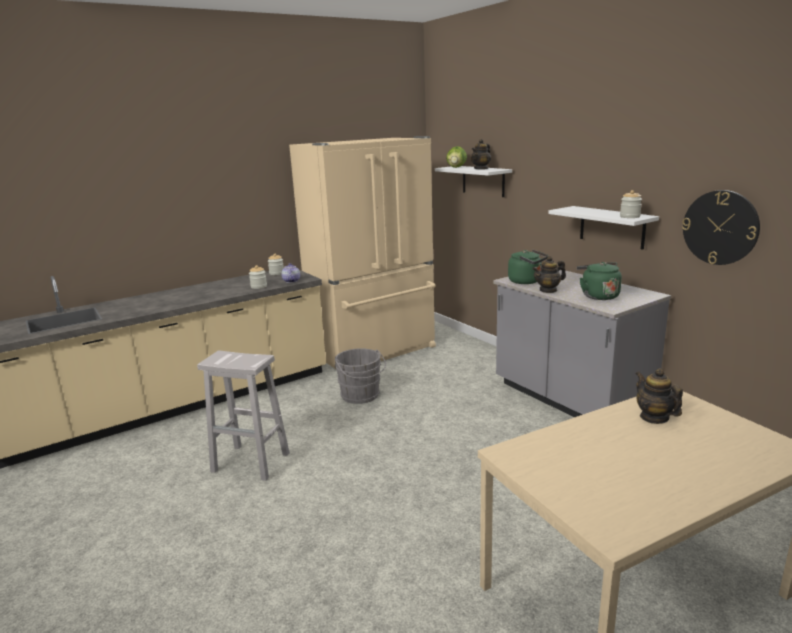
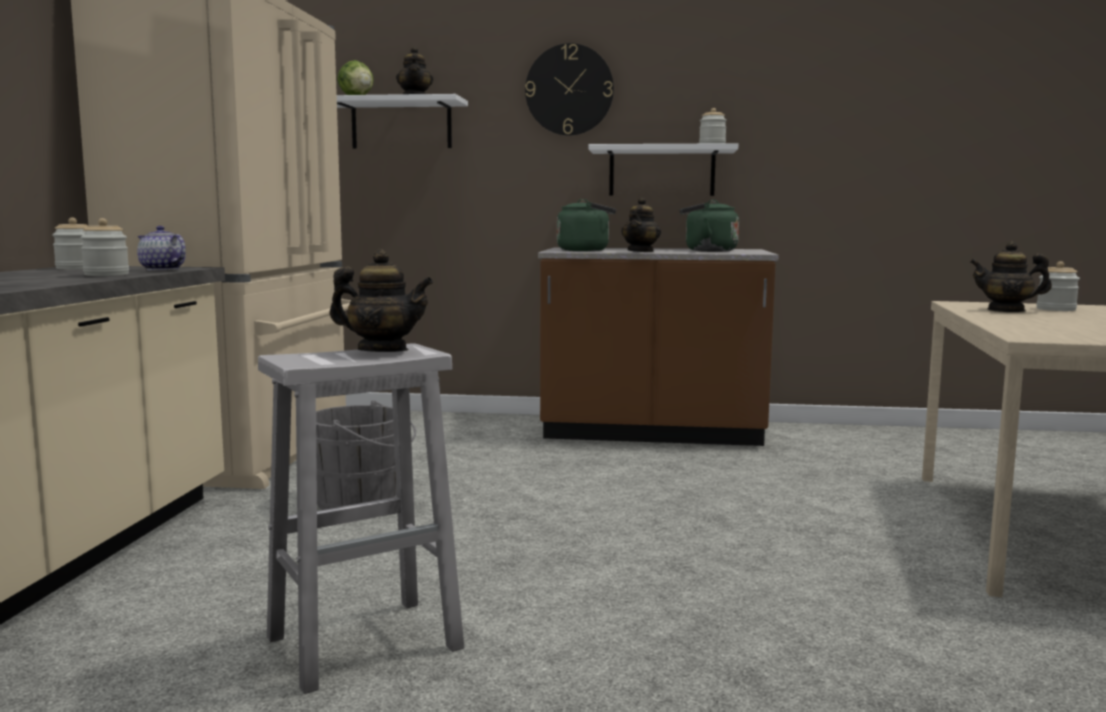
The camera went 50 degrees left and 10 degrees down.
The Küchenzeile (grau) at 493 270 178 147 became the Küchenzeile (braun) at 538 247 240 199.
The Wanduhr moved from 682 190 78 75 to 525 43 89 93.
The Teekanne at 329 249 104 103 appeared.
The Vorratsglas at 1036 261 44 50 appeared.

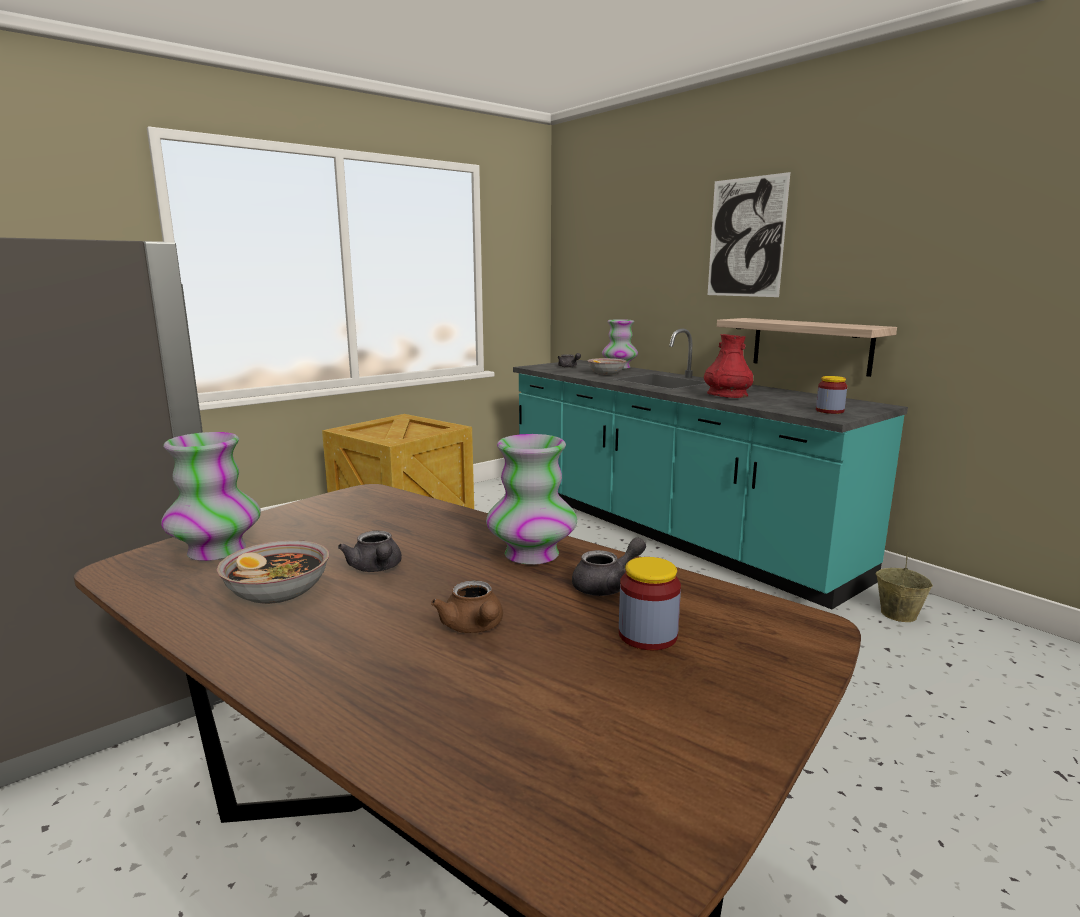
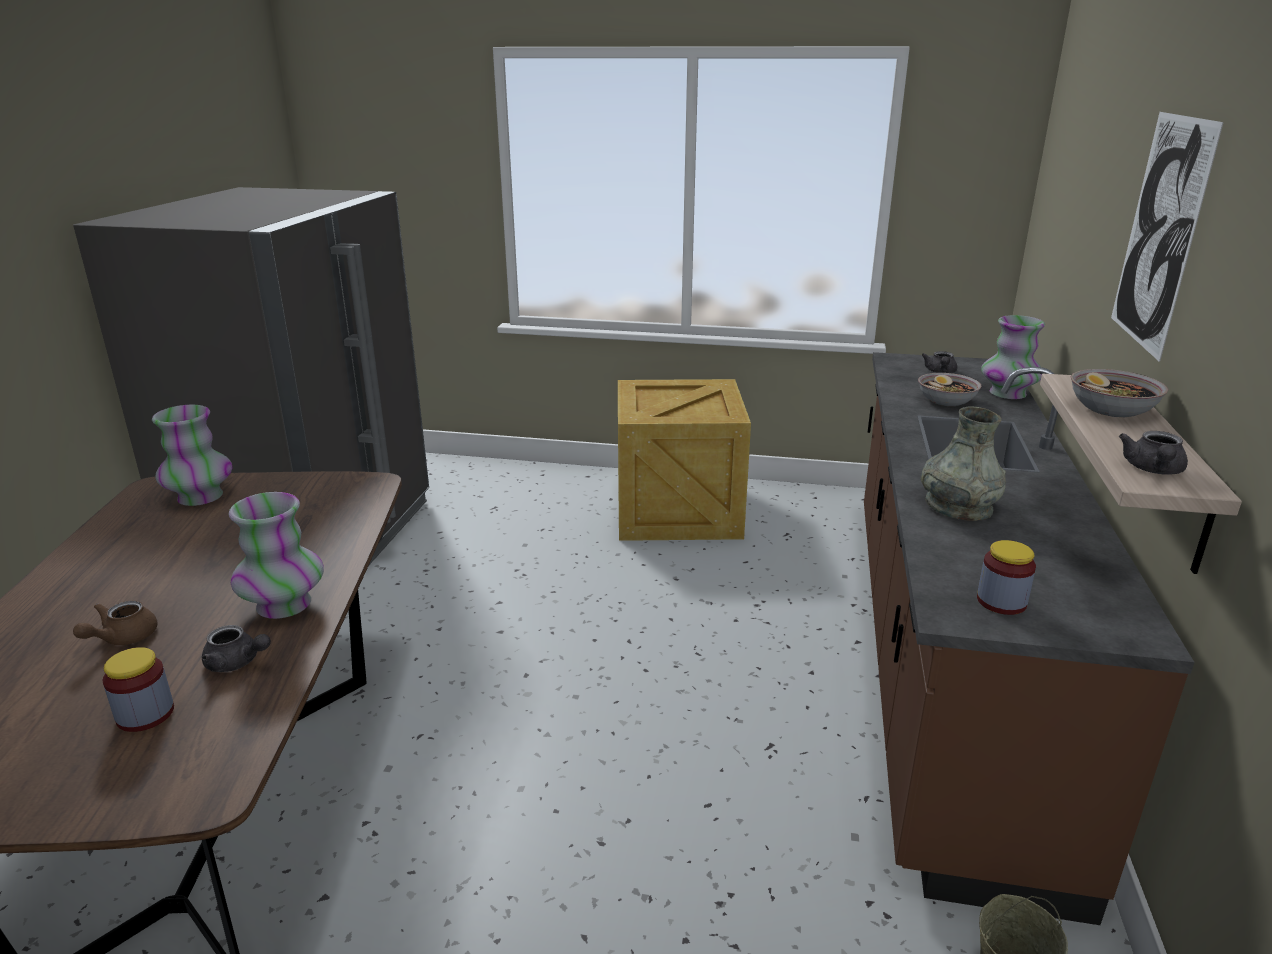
The camera went 50 degrees right and 10 degrees up.
The Schüssel moved from 217 540 112 64 to 1071 369 97 48.
The Teekanne (grau) moved from 338 531 64 41 to 1119 431 69 44.
The Küchenzeile (türkis) at 513 329 395 280 became the Küchenzeile (braun) at 864 352 331 573.
The Vase (rot) at 704 334 49 64 became the Vase (grau) at 921 406 85 115.

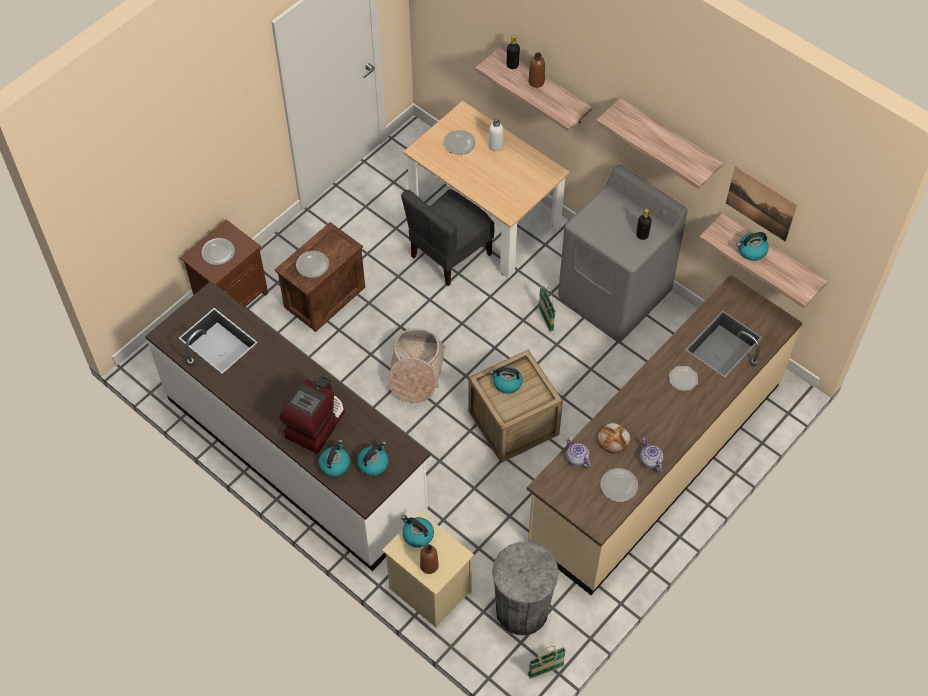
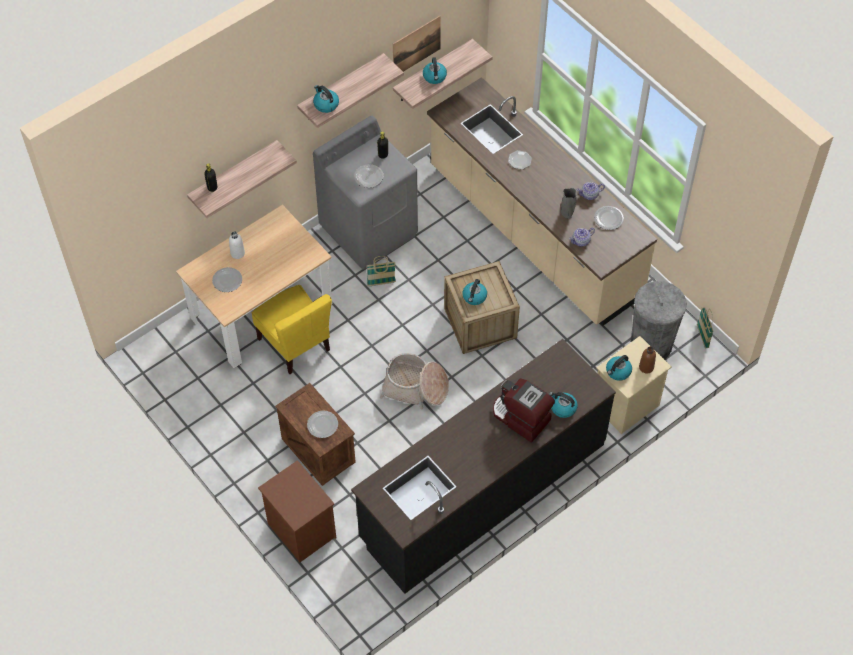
The camera went 80 degrees left and 0 degrees up.
The Küchenzeile (weiß) at 145 281 285 290 became the Küchenzeile (schwarz) at 351 339 265 255.
The Teller moved from 202 238 33 27 to 354 164 30 24.
The Wasserkessel moved from 357 441 32 35 to 313 85 26 28.
The Stuhl (grau) at 401 189 93 97 became the Stuhl (gelb) at 252 285 80 89.
The Flasche (braun) at 528 53 17 35 disappeared.
The Brot at 597 423 34 31 was replaced by the Vase (grau) at 561 188 16 31.

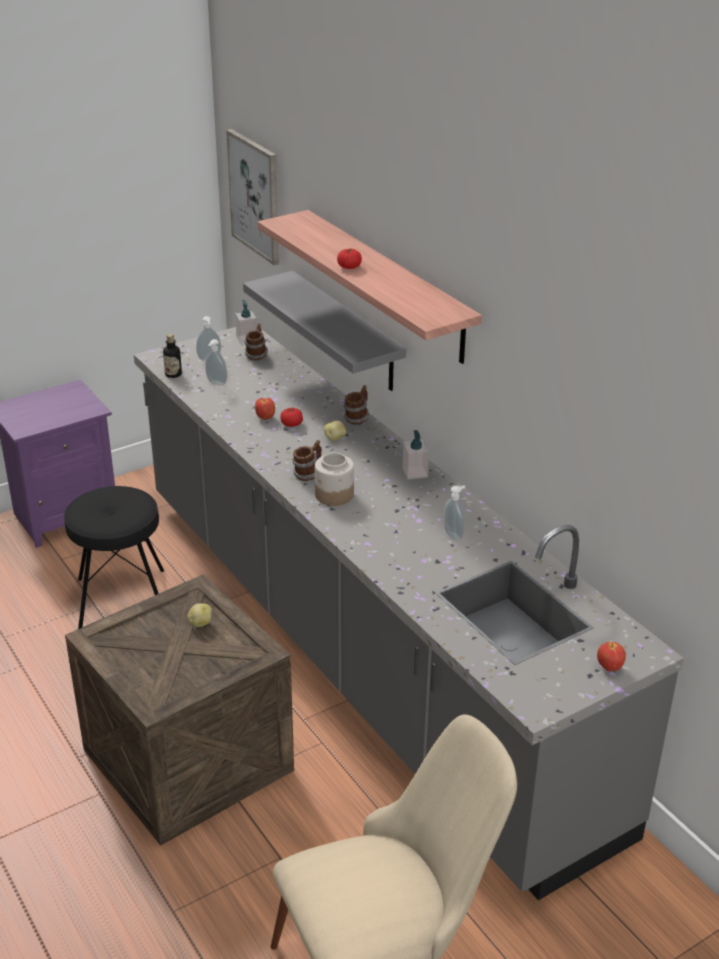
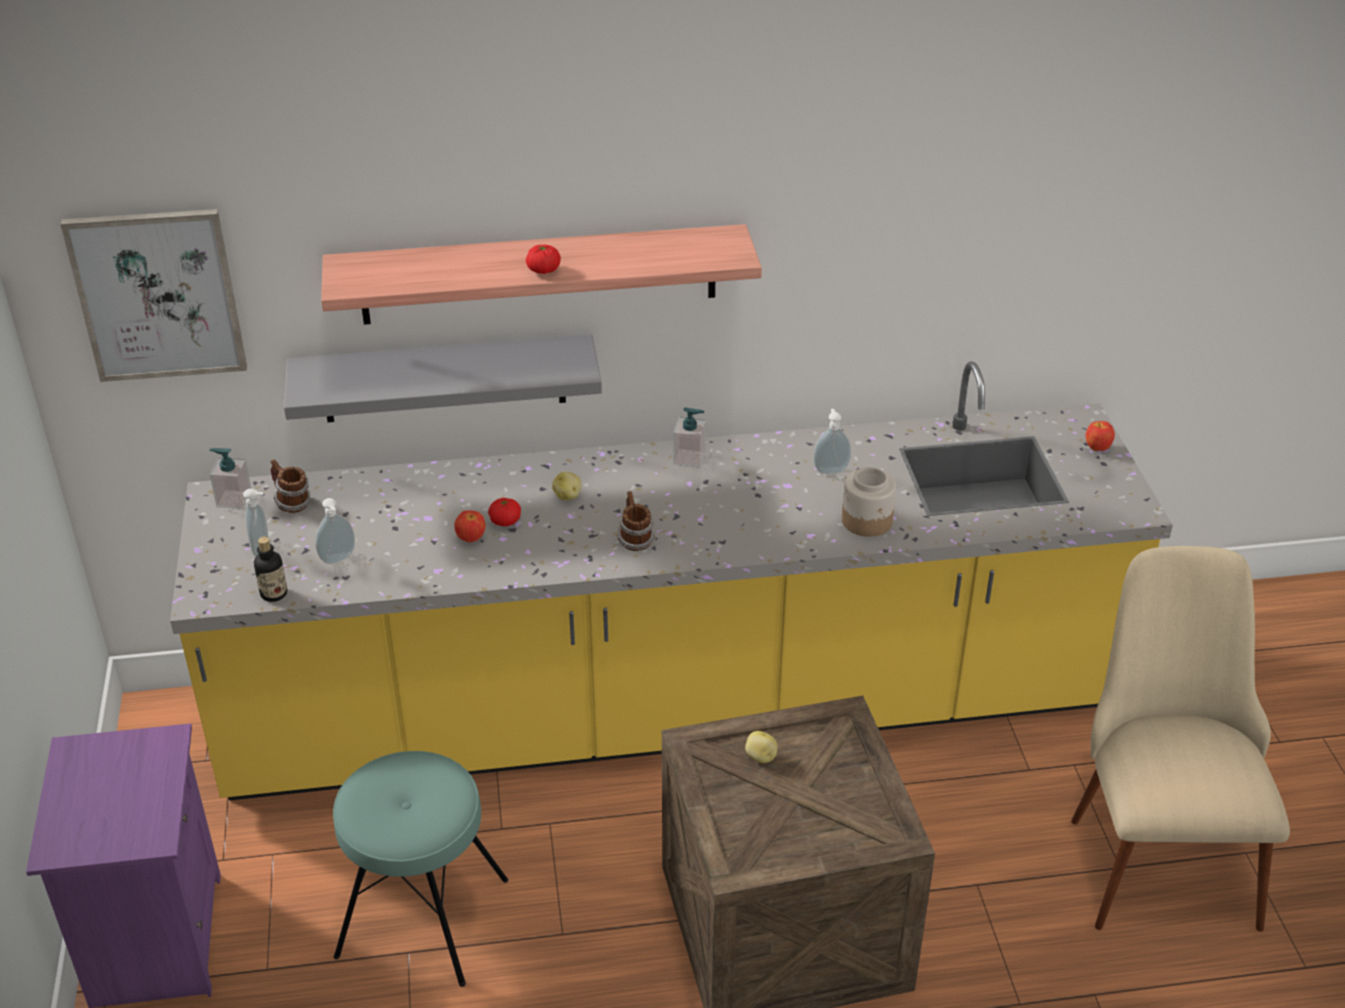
The camera went 65 degrees left and 5 degrees up.
The Hocker (schwarz) at 64 486 100 143 became the Hocker (türkis) at 333 751 175 236.
The Küchenzeile (grau) at 134 327 550 573 became the Küchenzeile (gelb) at 170 361 1003 440.
The Vorratsglas moved from 315 453 39 53 to 842 467 54 70.
The Henkelbecher at 343 385 26 40 disappeared.

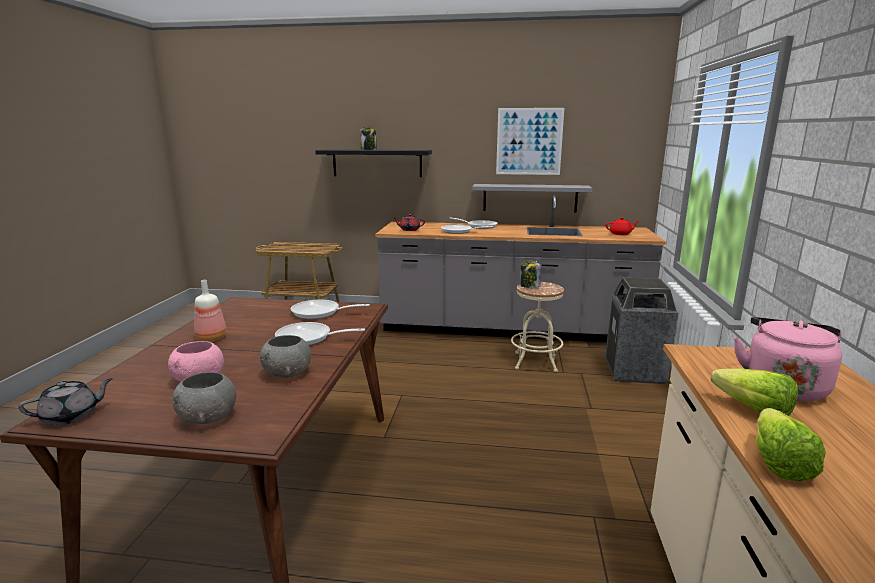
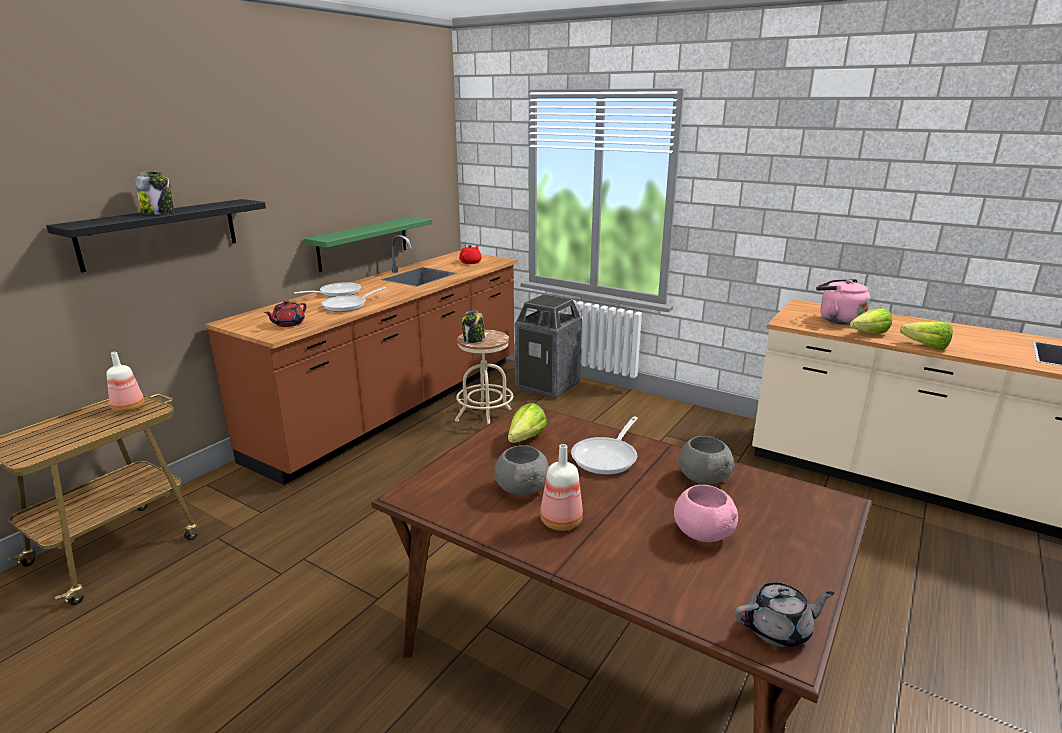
The camera went 65 degrees left and 5 degrees up.
The Teekanne (grau) at 18 378 95 47 turned 90 degrees clockwise.
The Schüssel (grau) moved from 173 372 63 52 to 494 445 55 51.
The Pfanne at 291 300 79 19 was replaced by the Salatkopf at 508 403 39 40.
The Küchenzeile (grau) at 375 195 291 147 became the Küchenzeile (braun) at 205 235 313 250.
The Wandregal (grau) at 472 184 121 29 became the Wandregal (grün) at 304 217 128 55.
The Bild at 496 108 68 67 disappeared.
The Flasche at 106 352 38 61 appeared.

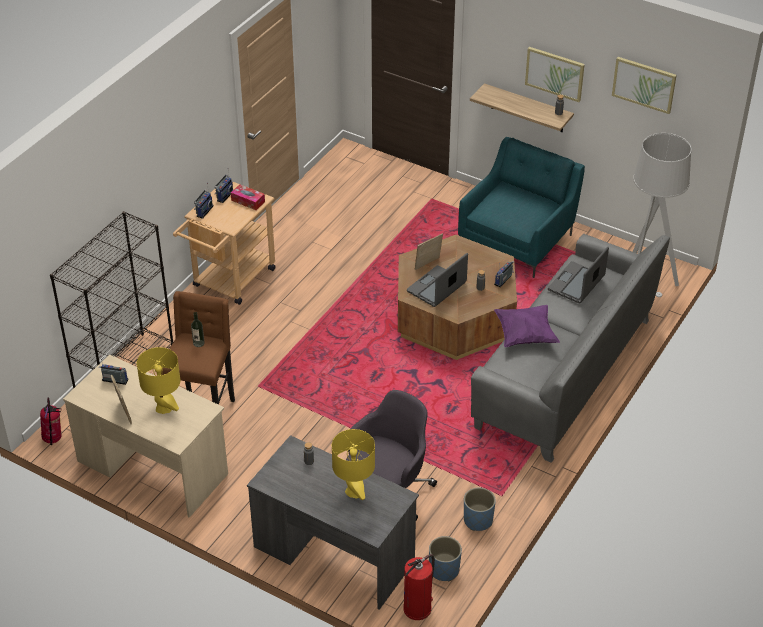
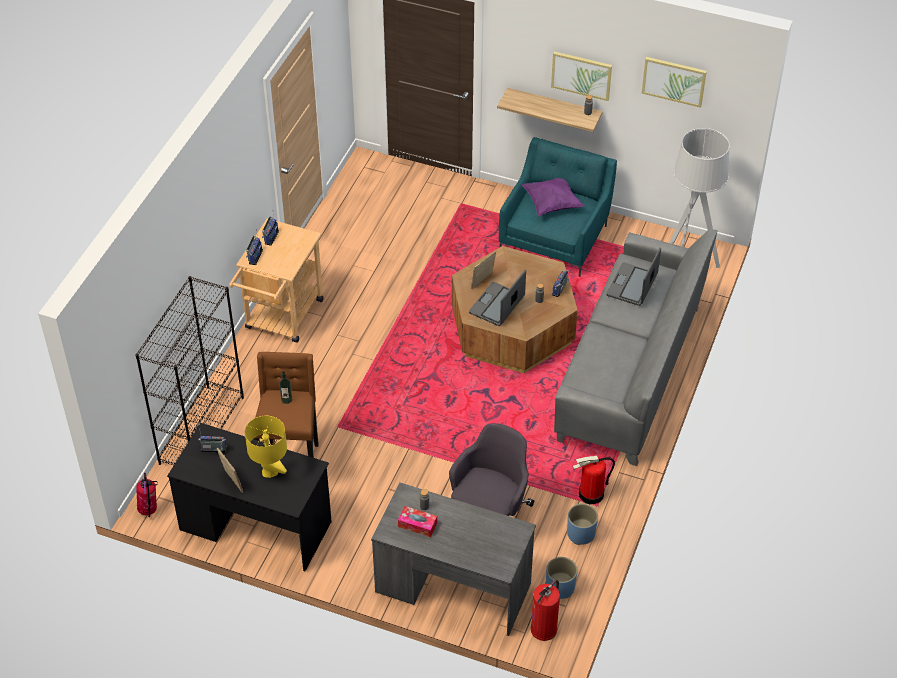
The camera went 10 degrees left and 5 degrees up.
The Schreibtisch (beige) at 63 355 165 163 became the Schreibtisch (schwarz) at 167 423 165 148.
The Taschentuchbox moved from 231 184 34 26 to 398 506 39 31.
The Tischlampe (gelb) at 332 429 43 71 disappeared.
The Kissen (lila) moved from 494 305 66 42 to 522 178 63 39.
The Feuerlöscher at 573 456 42 48 appeared.

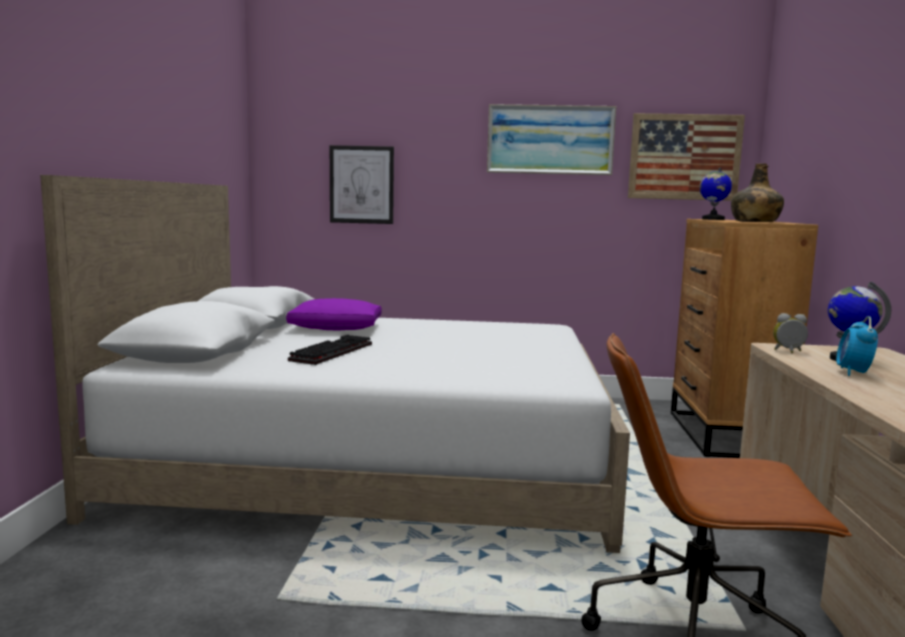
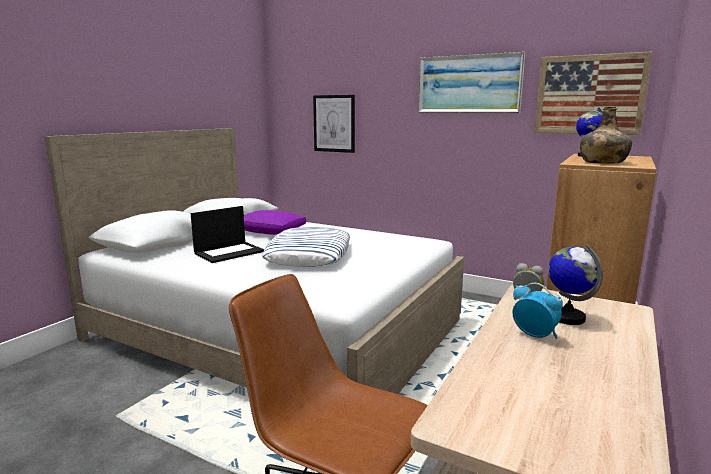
The camera went 25 degrees right and 5 degrees up.
The Tastatur at 288 334 84 31 was replaced by the Laptop at 191 206 73 57.
The Wecker at 836 316 42 60 turned 90 degrees clockwise.
The Kissen at 262 227 88 40 appeared.

